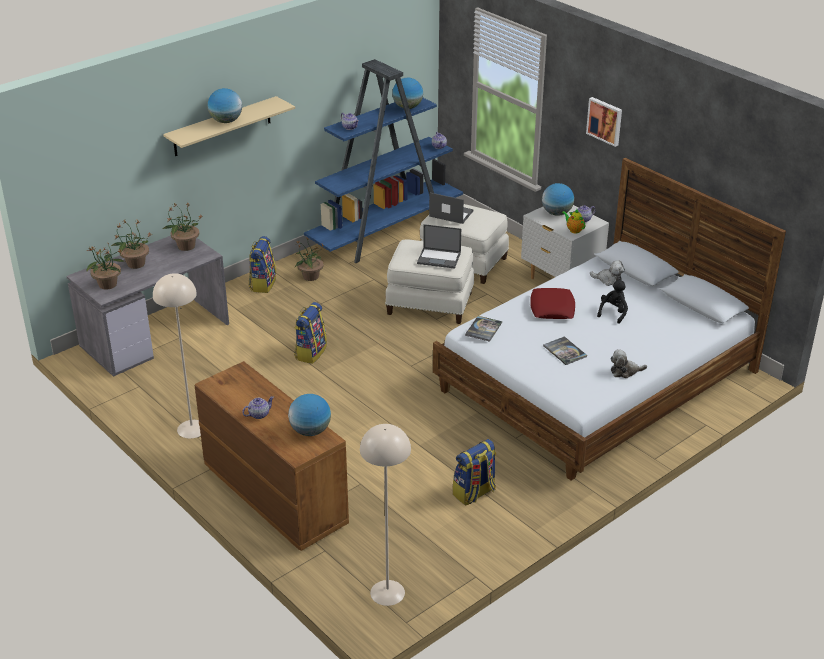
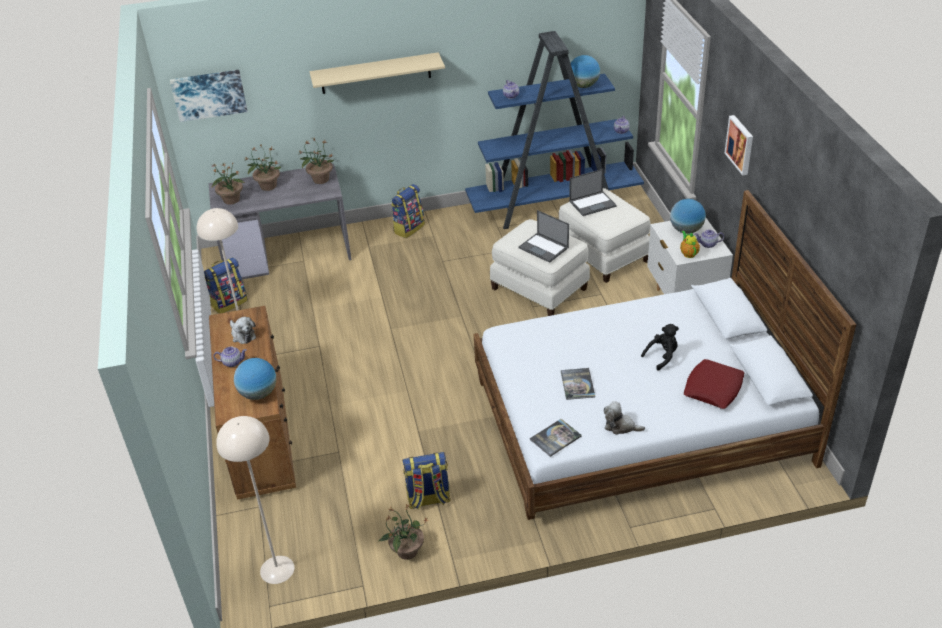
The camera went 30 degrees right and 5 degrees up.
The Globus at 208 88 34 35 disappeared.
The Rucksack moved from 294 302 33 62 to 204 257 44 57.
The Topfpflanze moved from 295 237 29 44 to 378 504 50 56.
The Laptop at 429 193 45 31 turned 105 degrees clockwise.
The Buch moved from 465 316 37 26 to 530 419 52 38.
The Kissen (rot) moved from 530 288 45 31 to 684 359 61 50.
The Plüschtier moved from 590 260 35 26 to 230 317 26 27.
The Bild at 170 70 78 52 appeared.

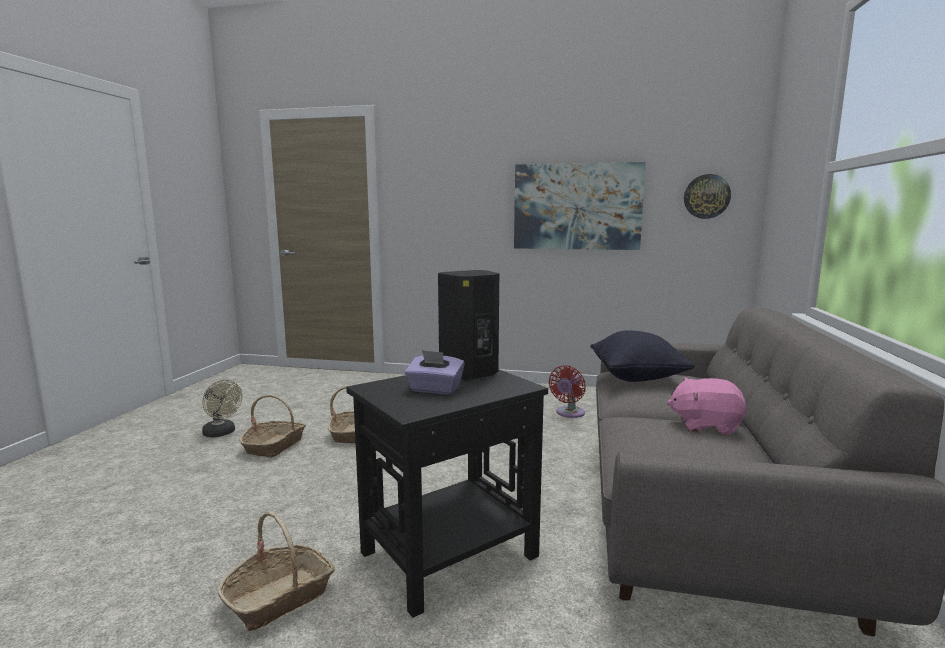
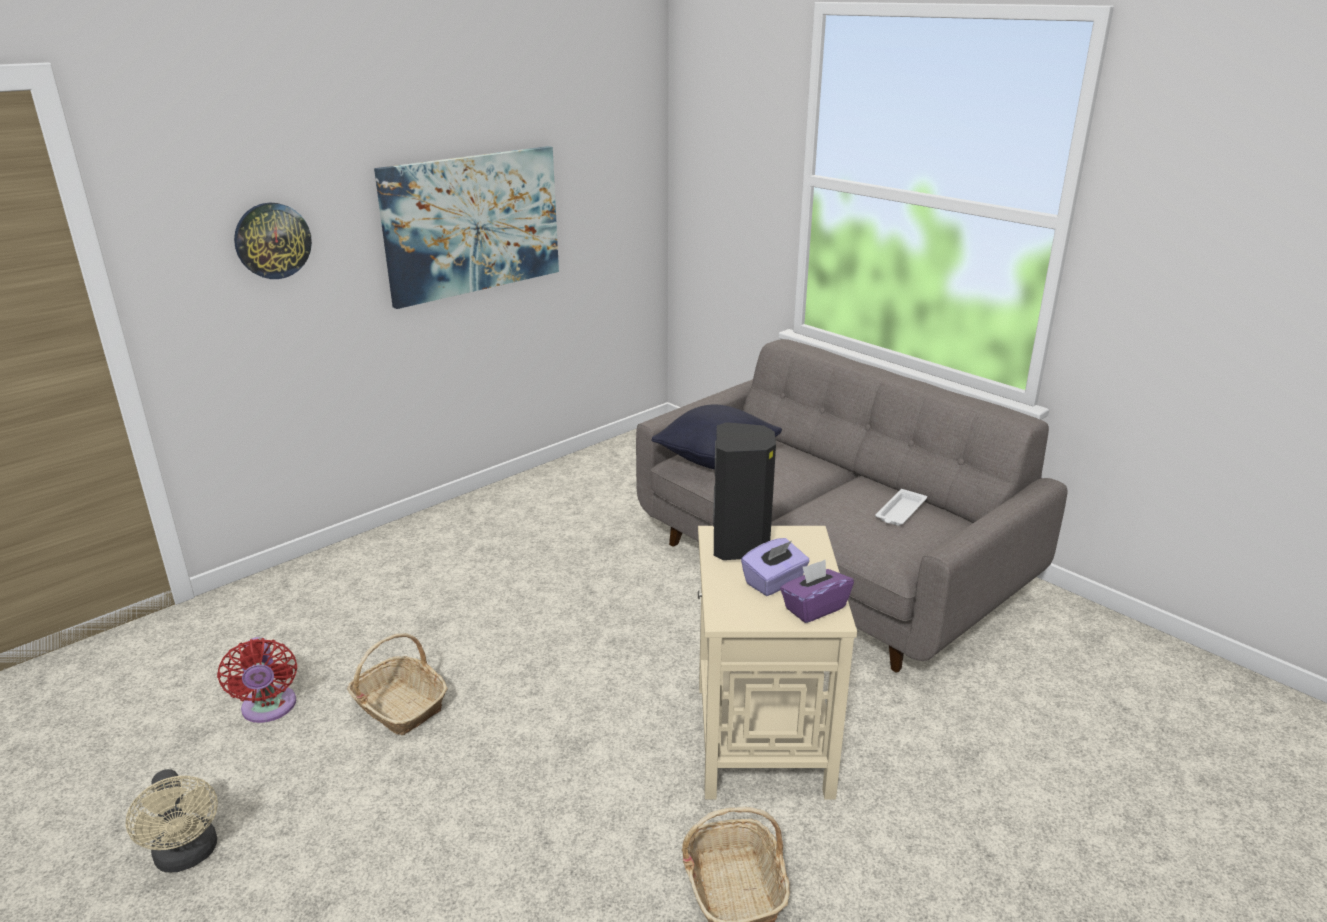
The camera went 55 degrees left and 15 degrees up.
The Ventilator (beige) at 202 380 40 58 turned 75 degrees clockwise.
The Korb at 239 395 67 63 disappeared.
The Beistelltisch (schwarz) at 346 369 202 249 became the Beistelltisch (beige) at 698 526 159 273.
The Ventilator (rot) moved from 549 365 37 53 to 217 637 80 86.
The Plüschtier (rosa) at 667 377 79 58 disappeared.
The Wanduhr moved from 684 174 47 45 to 234 202 78 77.
The Taschentuchbox (lila) at 780 560 74 63 appeared.
The Tablett (weiß) at 875 489 52 37 appeared.

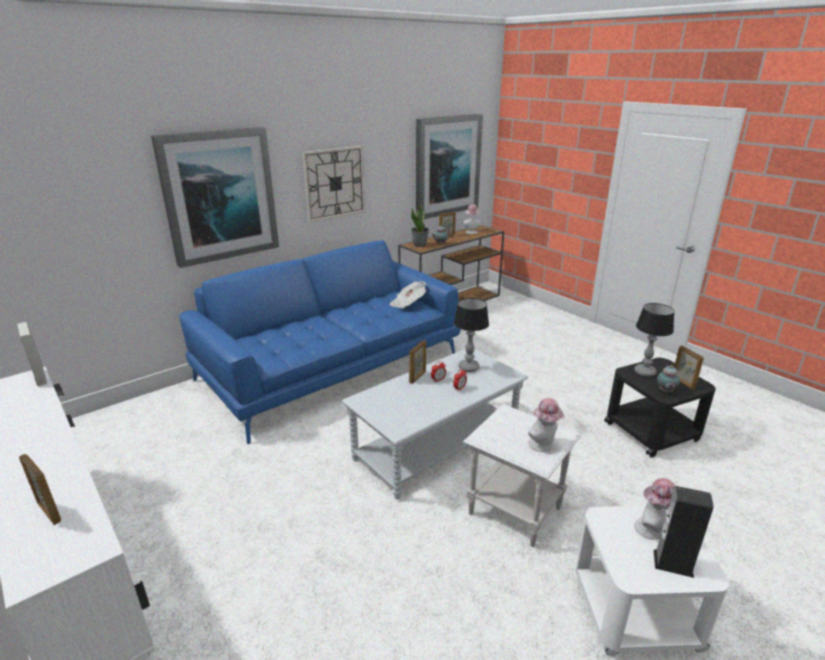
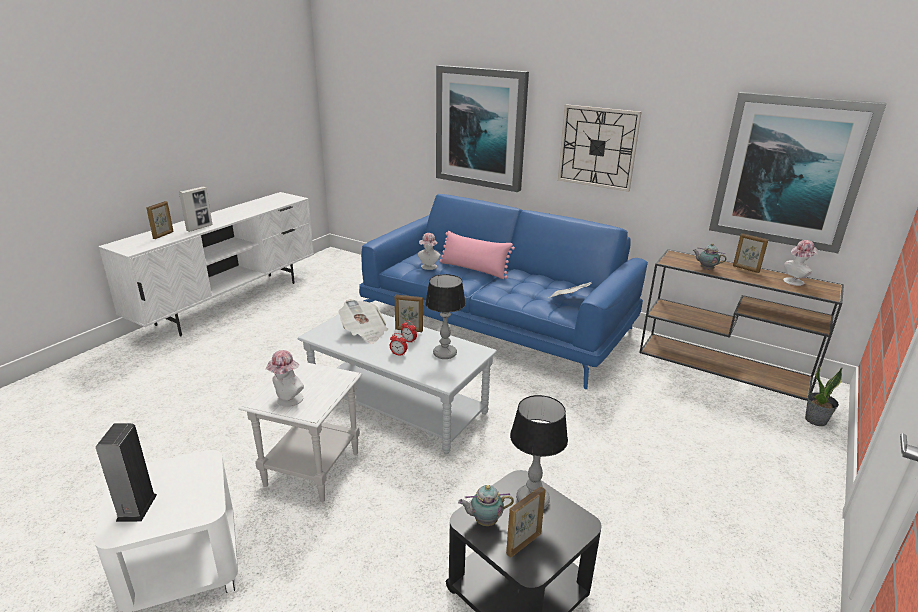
The camera went 70 degrees right and 0 degrees up.
The Bilderrahmen moved from 17 322 30 64 to 179 187 33 45.
The Topfpflanze moved from 411 205 18 42 to 805 366 37 60.
The Hut moved from 634 478 41 62 to 418 233 23 37.
The Zeitung at 338 299 50 44 appeared.
The Kissen (rosa) at 439 231 76 48 appeared.

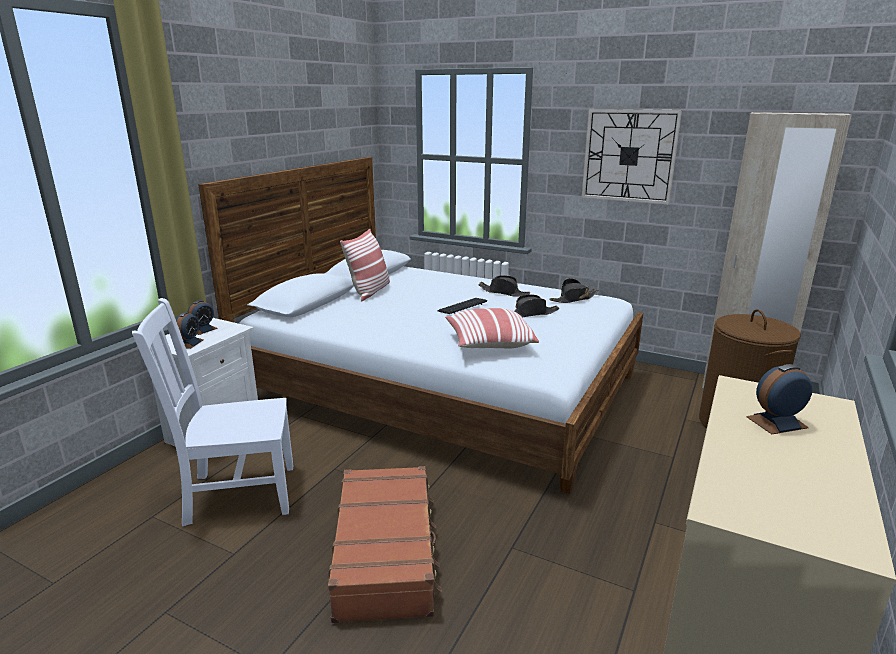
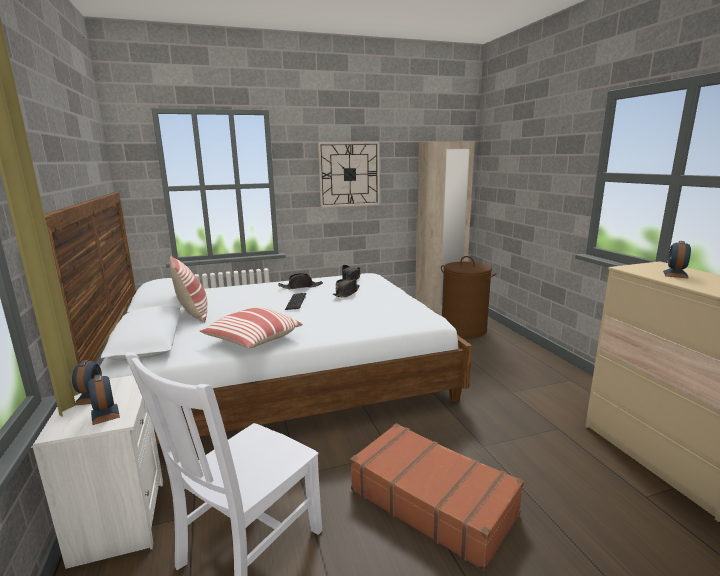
The camera went 45 degrees left and 5 degrees down.
The Kissen moved from 445 308 94 41 to 200 308 103 40.

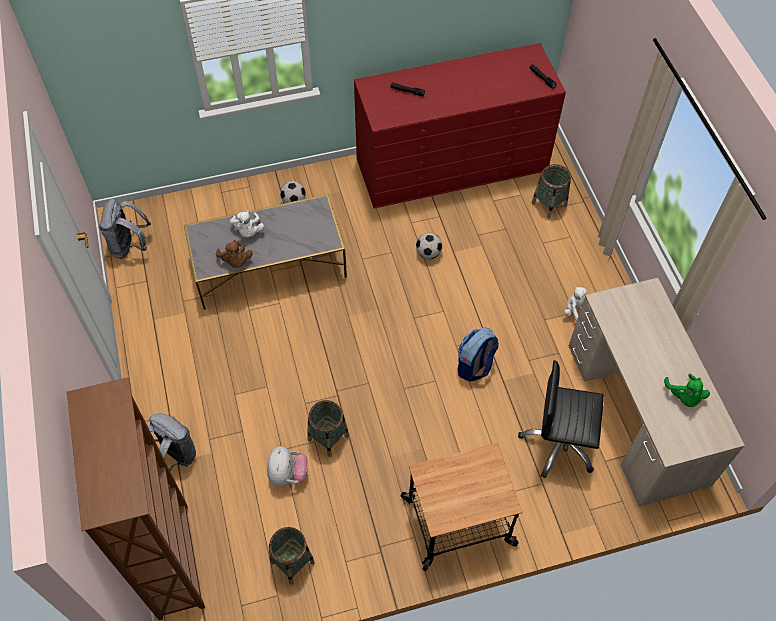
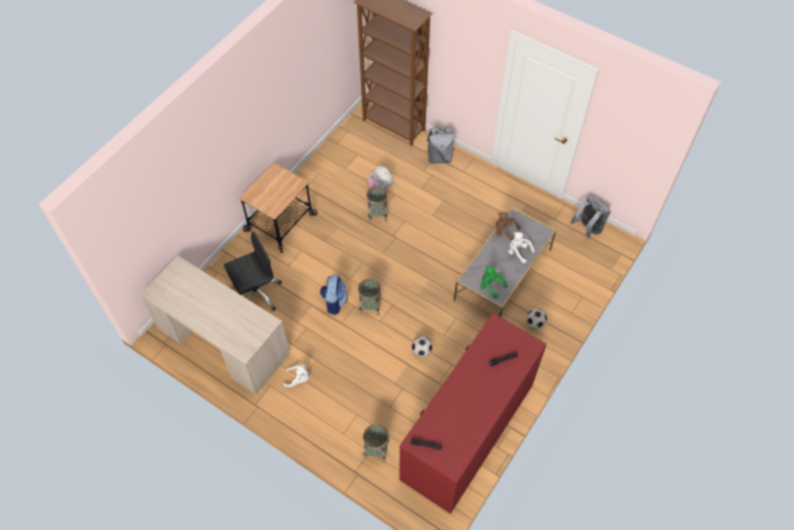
The camera went 140 degrees right and 0 degrees up.
The Korb moved from 269 527 46 58 to 358 279 23 37.
The Plüschtier (grün) moved from 664 373 46 34 to 480 266 28 32.

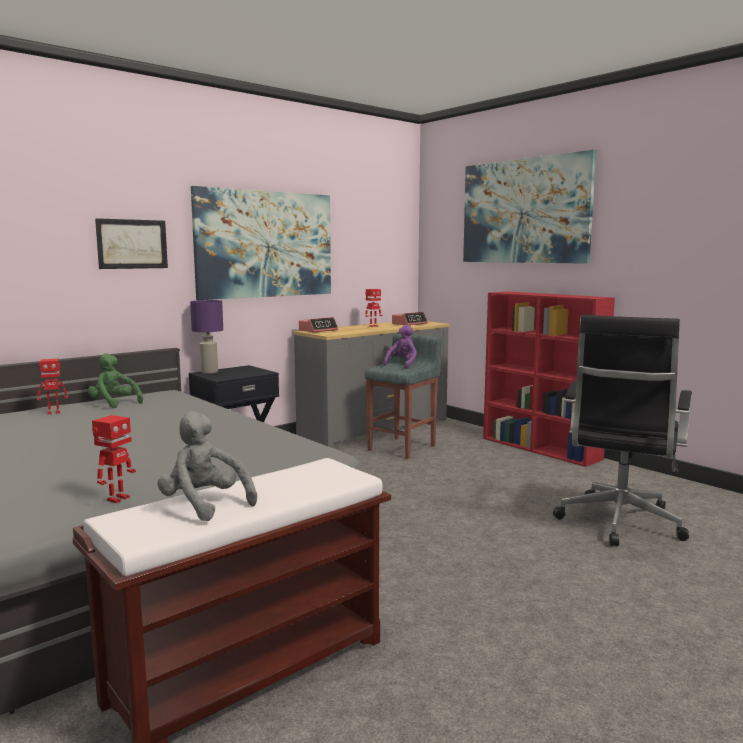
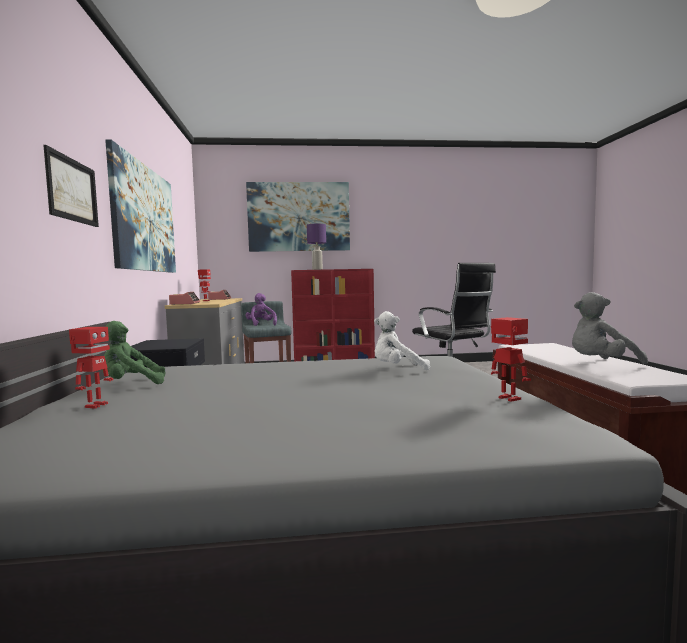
The camera went 55 degrees left and 5 degrees down.
The Tischlampe (lila) moved from 190 300 33 74 to 307 224 19 46.
The Plüschtier (weiß) at 374 311 56 59 appeared.

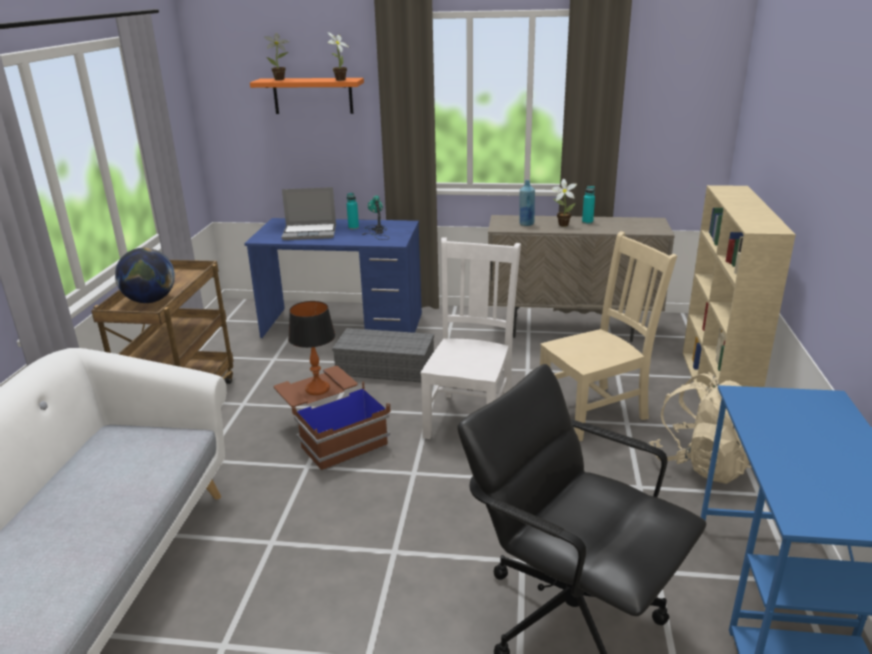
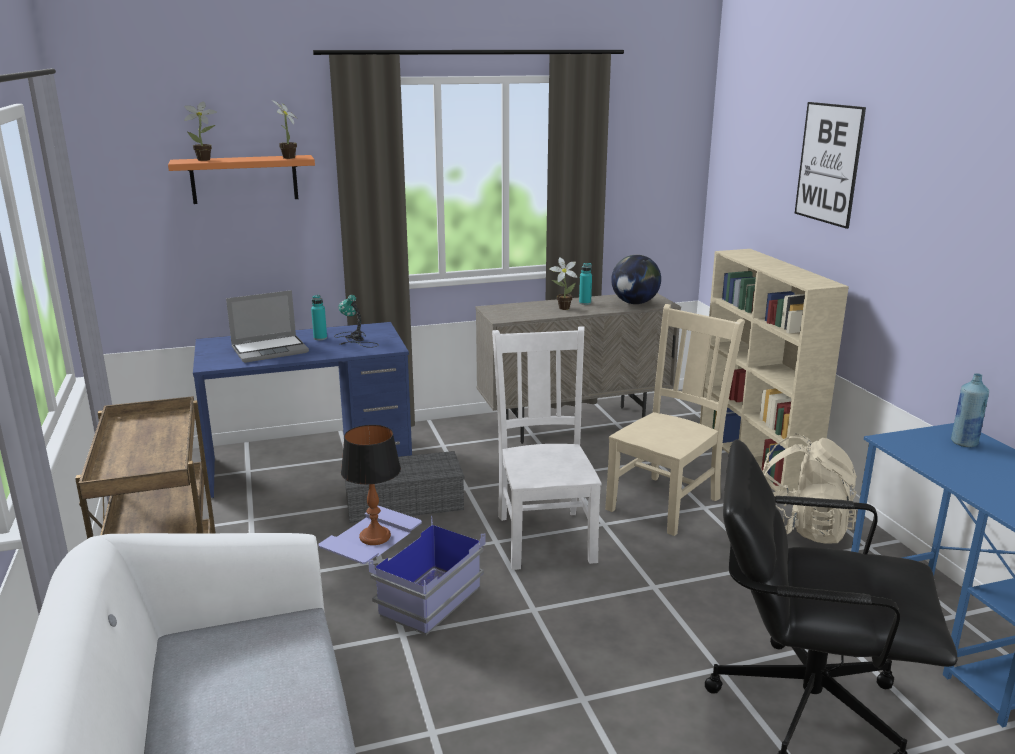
The camera went 25 degrees left and 5 degrees down.
The Globus moved from 115 248 60 55 to 611 255 50 49.
The Aufbewahrungsbox (braun) at 274 366 117 106 became the Aufbewahrungsbox (blau) at 318 506 167 129.
The Flasche (blau) moved from 519 180 16 46 to 951 374 38 73.
The Bild at 795 102 71 127 appeared.

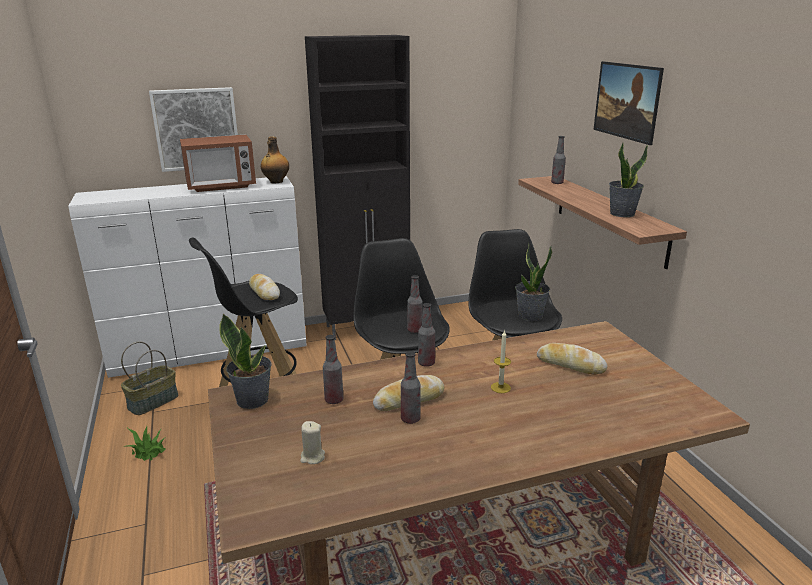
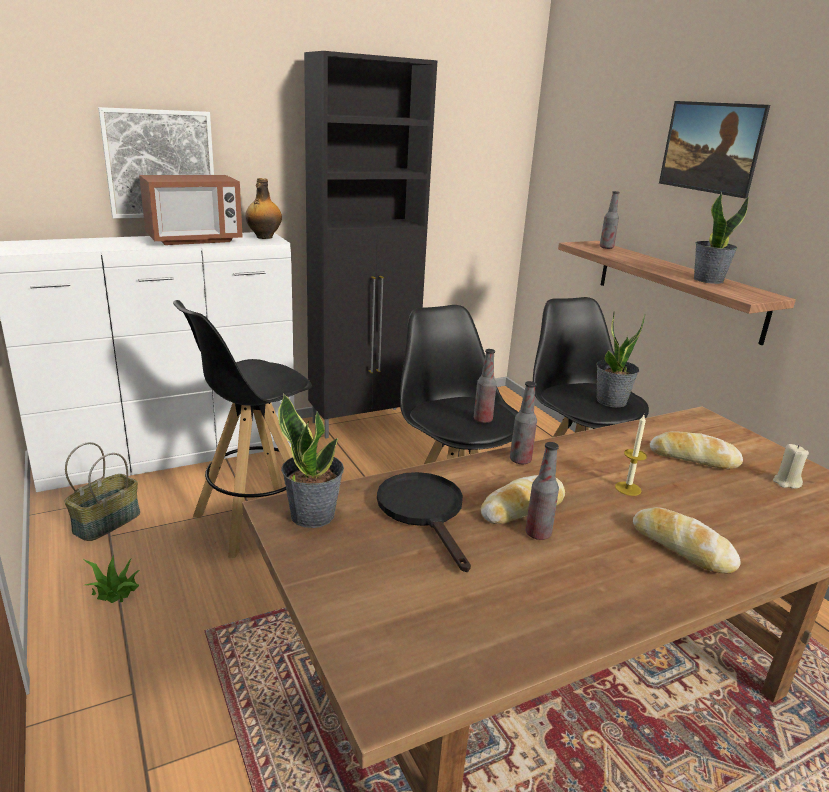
The camera went 10 degrees left and 0 degrees up.
The Brot moved from 249 274 31 26 to 633 507 107 67.
The Kerze (beige) moved from 300 421 25 43 to 773 444 36 45.
The Flasche at 323 335 21 69 was replaced by the Pfanne (schwarz) at 377 472 94 100.

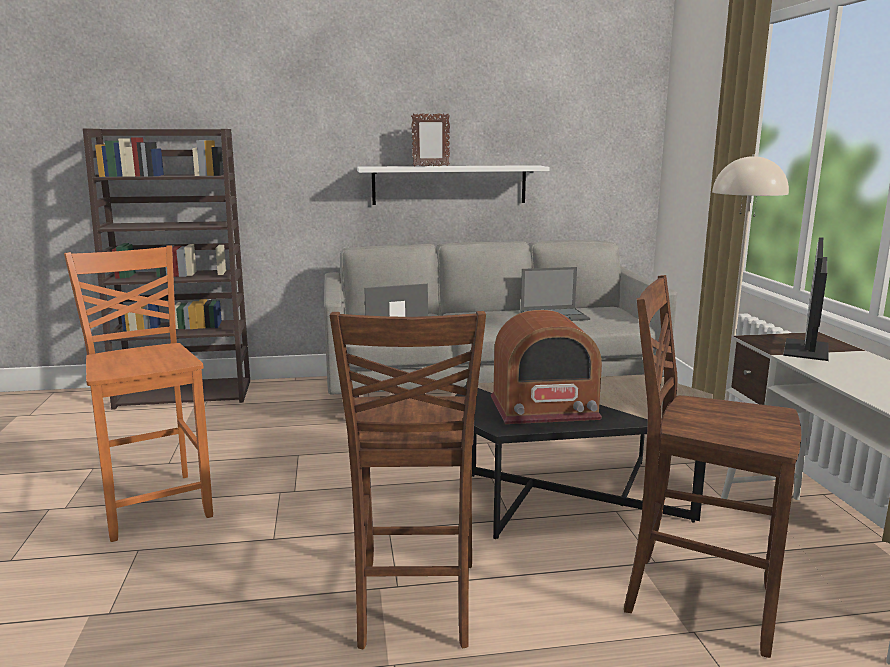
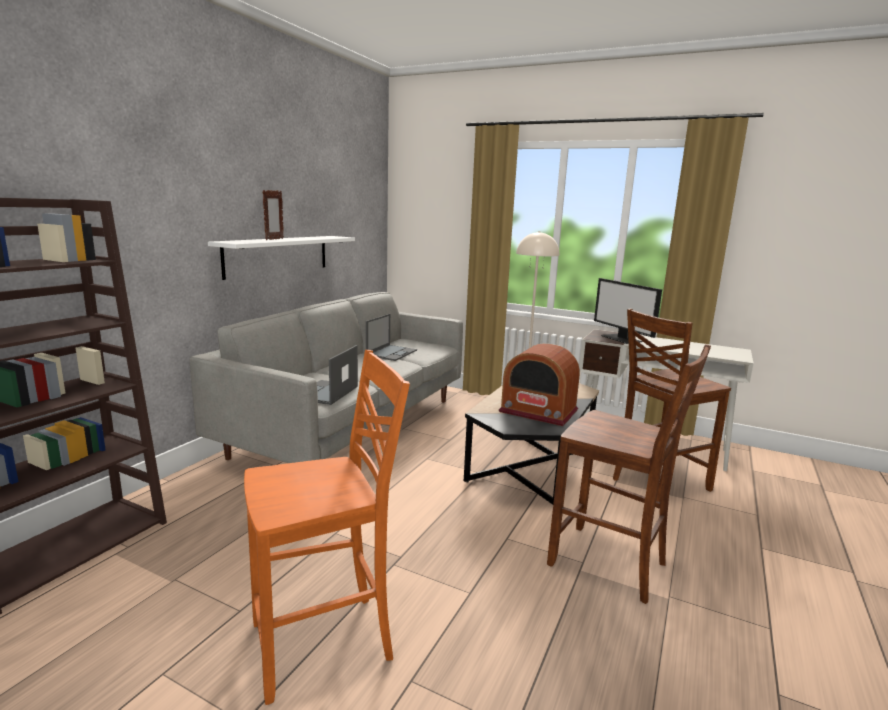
The camera went 55 degrees left and 0 degrees up.
The Stuhl (orange) at 64 245 149 297 turned 150 degrees clockwise.
The Radio at 491 310 111 114 turned 90 degrees clockwise.

